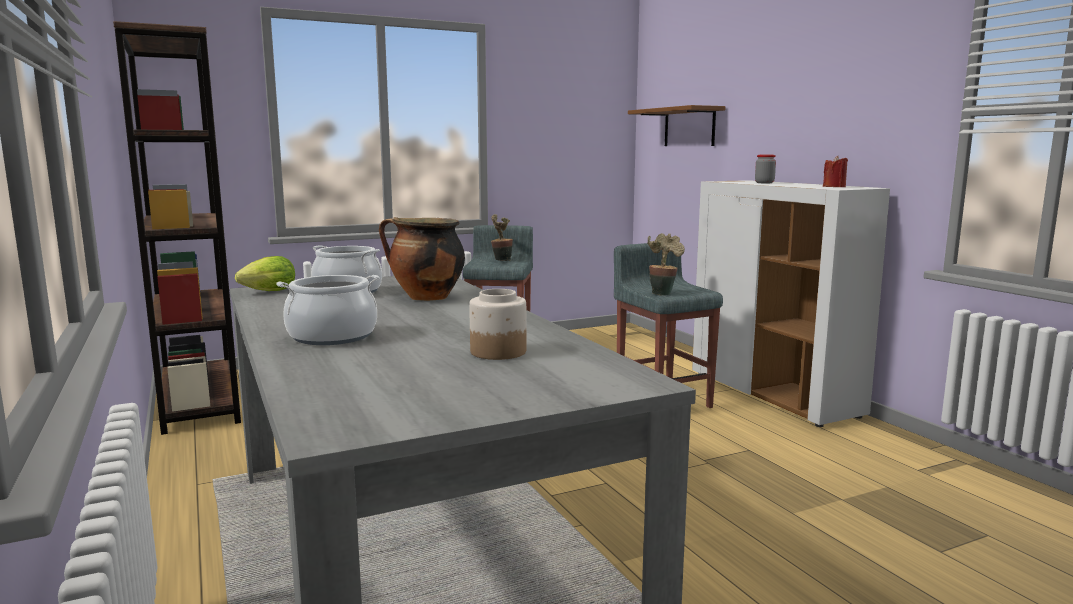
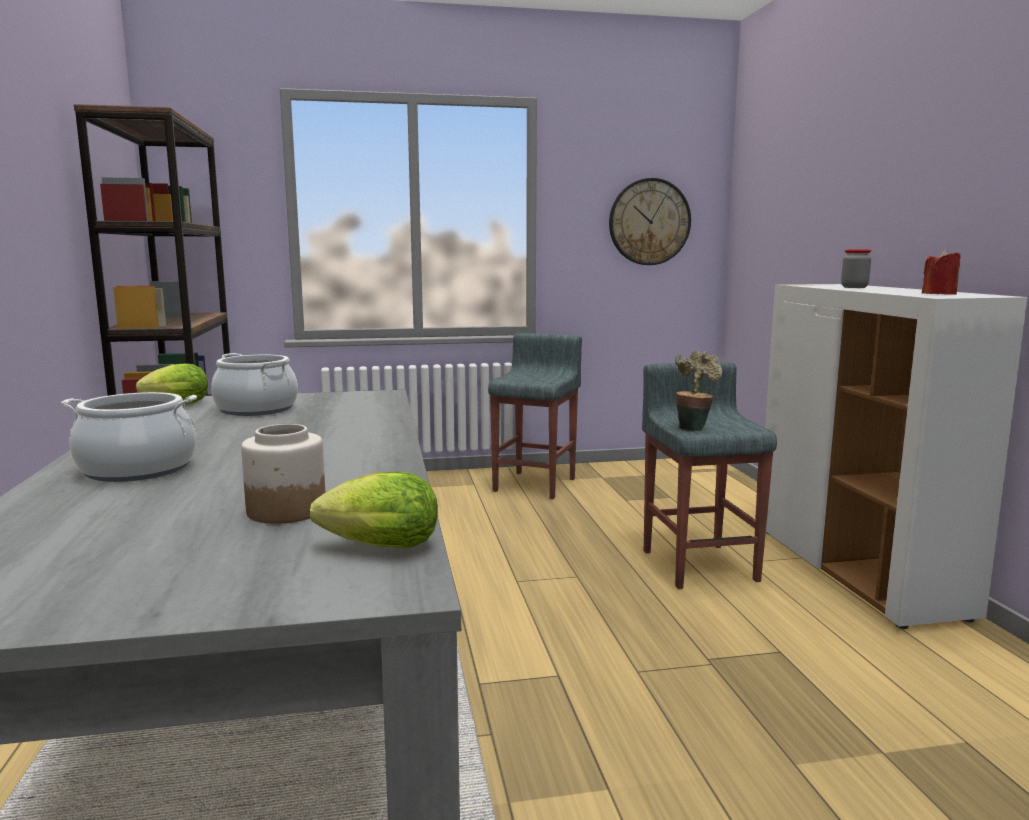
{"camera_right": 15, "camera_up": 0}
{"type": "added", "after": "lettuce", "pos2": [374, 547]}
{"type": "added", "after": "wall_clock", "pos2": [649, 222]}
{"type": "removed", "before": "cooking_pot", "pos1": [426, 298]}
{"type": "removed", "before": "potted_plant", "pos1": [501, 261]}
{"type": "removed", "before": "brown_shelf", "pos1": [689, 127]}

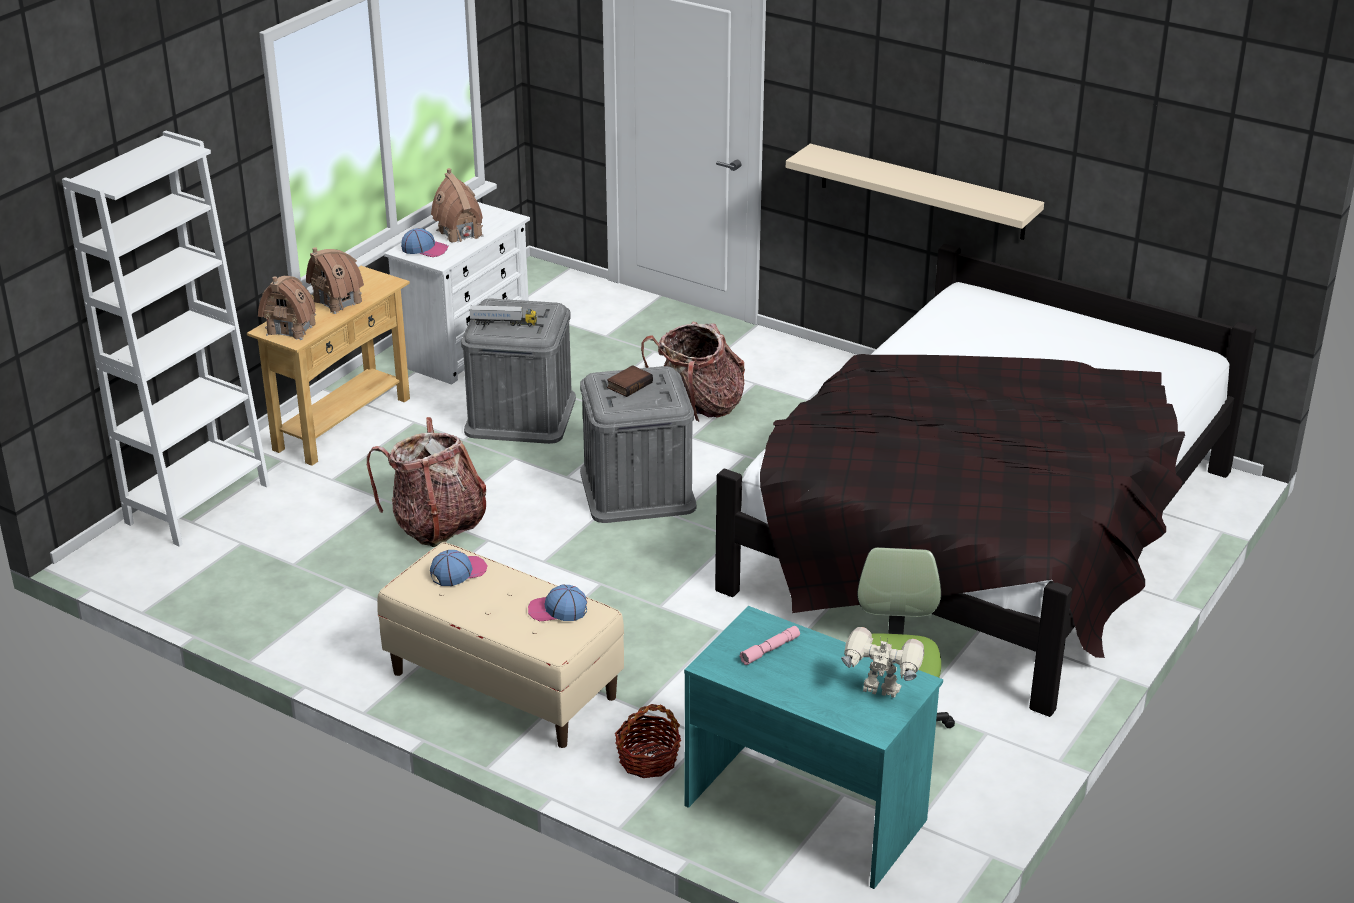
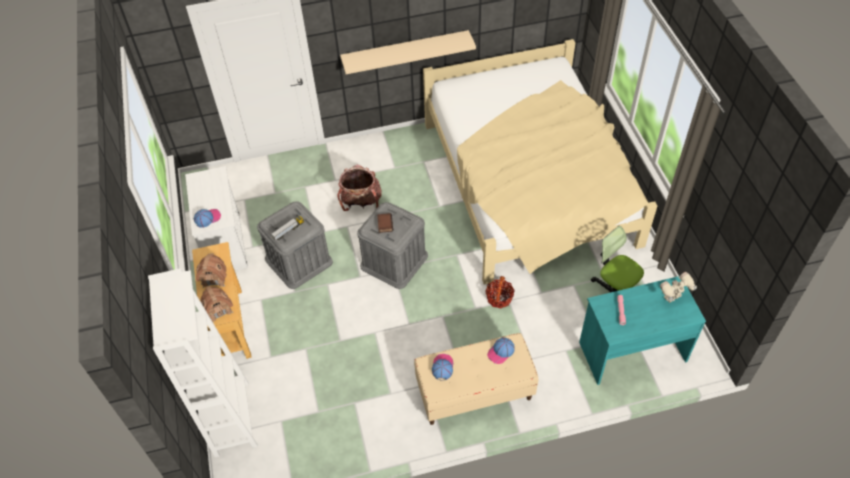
{"camera_right": -45, "camera_up": 20}
{"type": "recoloured", "before": "black_bed", "after": "beige_bed", "pos1": [984, 531], "pos2": [529, 183]}
{"type": "moved", "before": "basket", "pos1": [648, 760], "pos2": [499, 298]}
{"type": "removed", "before": "backpack", "pos1": [436, 524]}
{"type": "removed", "before": "toy_house", "pos1": [460, 233]}

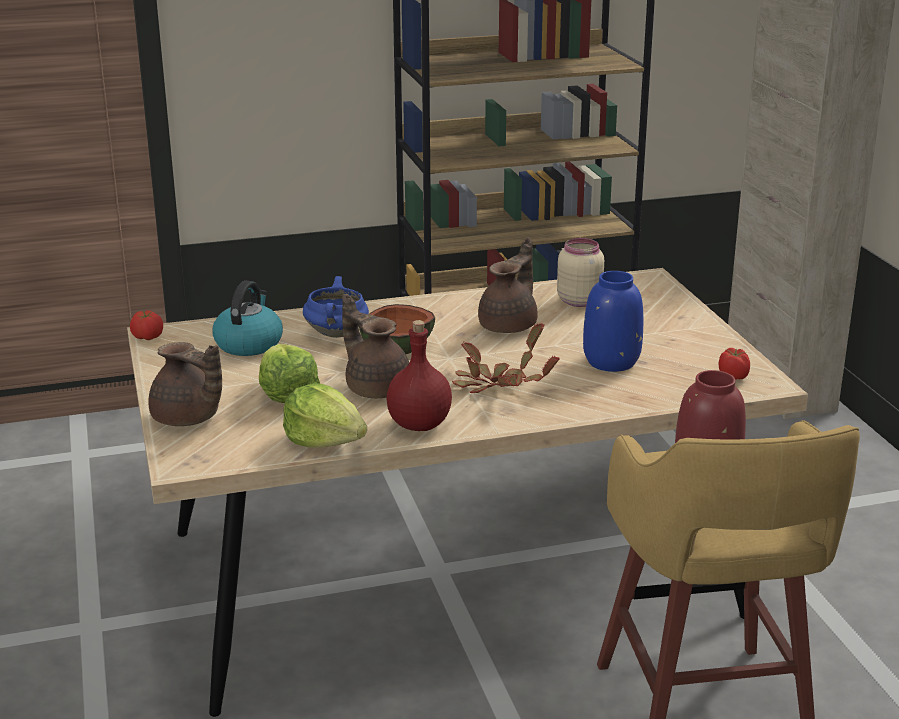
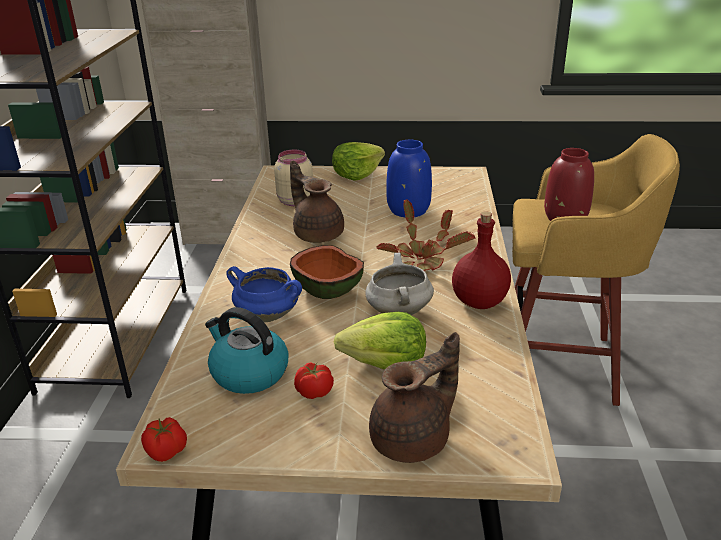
{"camera_right": -70, "camera_up": 5}
{"type": "moved", "before": "tomato", "pos1": [733, 376], "pos2": [314, 392]}
{"type": "moved", "before": "lettuce", "pos1": [324, 440], "pos2": [357, 174]}
{"type": "replaced", "before": "brown_teapot", "after": "white_cooking_pot", "pos1": [376, 387], "pos2": [398, 311]}

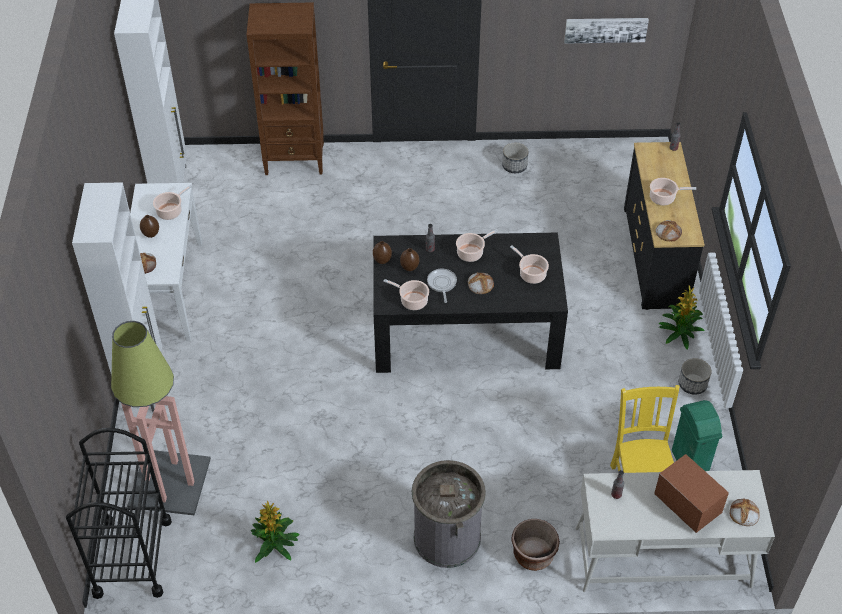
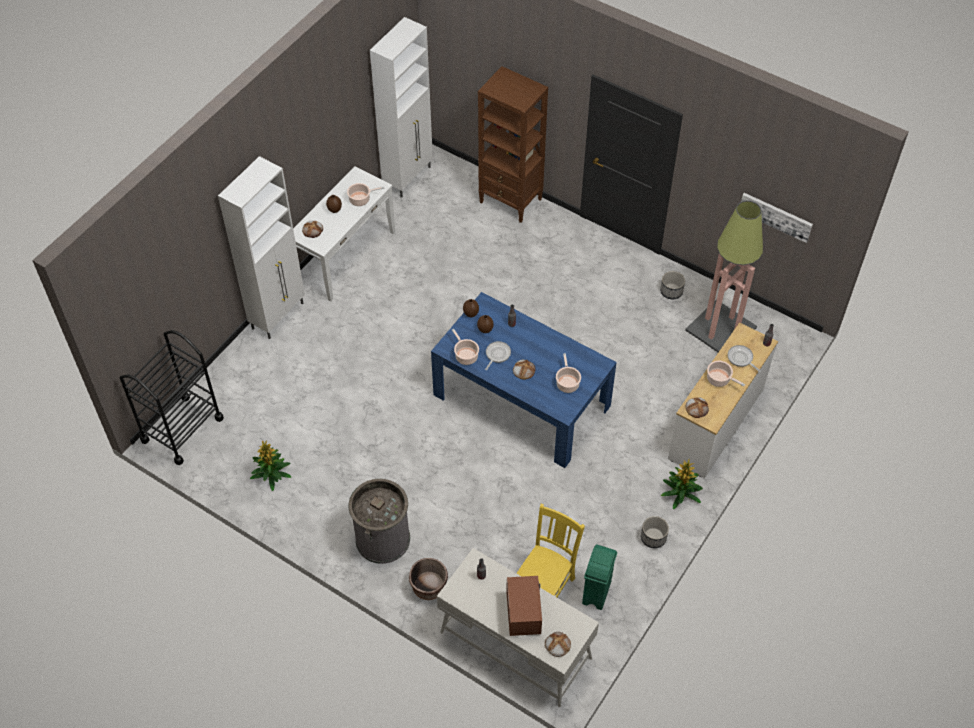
{"camera_right": 35, "camera_up": 5}
{"type": "recoloured", "before": "black_dining_table", "after": "blue_dining_table", "pos1": [465, 331], "pos2": [521, 400]}
{"type": "recoloured", "before": "black_dresser", "after": "white_dresser", "pos1": [655, 257], "pos2": [716, 424]}
{"type": "moved", "before": "floor_lamp", "pos1": [171, 482], "pos2": [722, 329]}
{"type": "added", "after": "frying_pan", "pos2": [741, 358]}
{"type": "removed", "before": "cooking_pot", "pos1": [471, 253]}

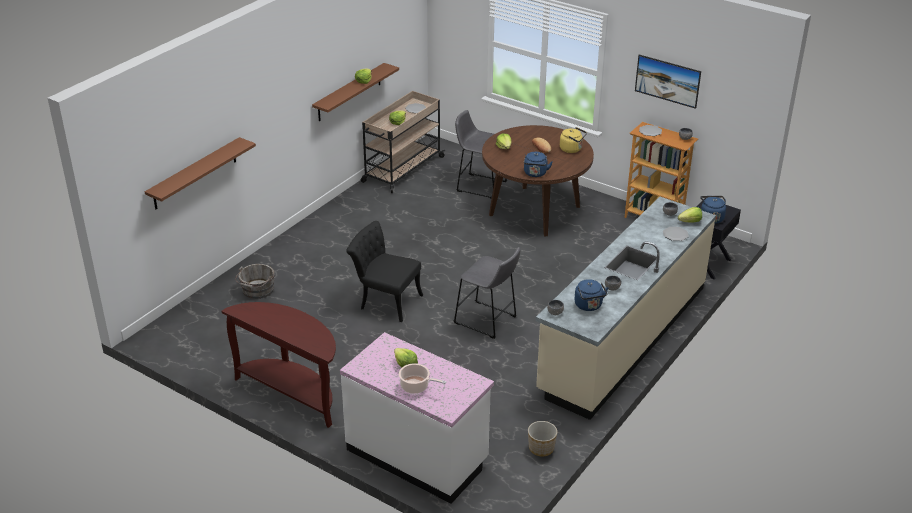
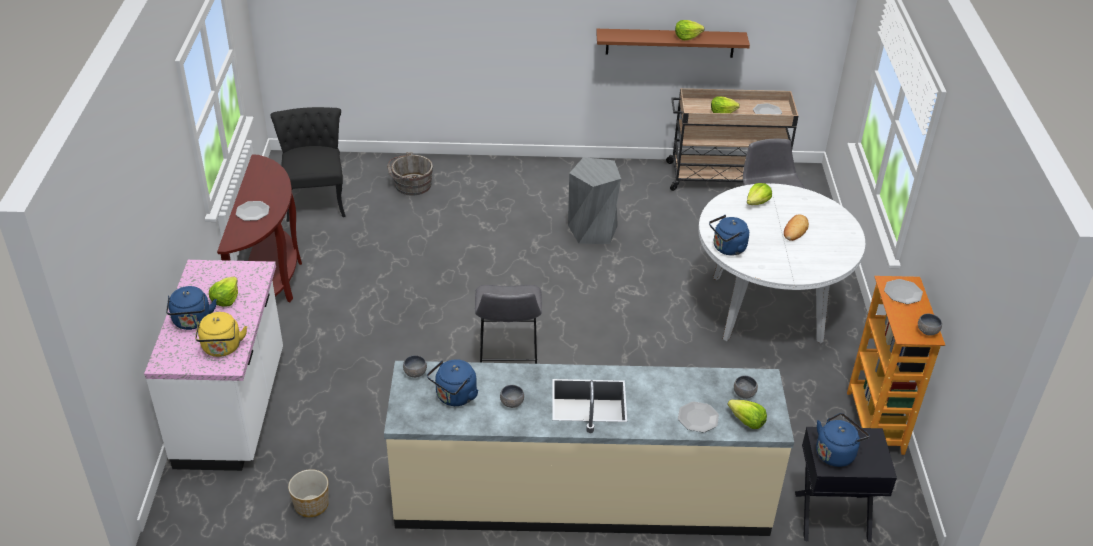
{"camera_right": 55, "camera_up": 5}
{"type": "replaced", "before": "cooking_pot", "after": "blue_kettle", "pos1": [416, 386], "pos2": [192, 322]}
{"type": "moved", "before": "yellow_kettle", "pos1": [572, 149], "pos2": [222, 348]}
{"type": "added", "after": "plate", "pos2": [253, 212]}
{"type": "moved", "before": "black_chair", "pos1": [385, 301], "pos2": [315, 198]}
{"type": "added", "after": "grey_stool", "pos2": [593, 230]}
{"type": "recoloured", "before": "brown_dining_table", "after": "white_dining_table", "pos1": [534, 211], "pos2": [766, 308]}
{"type": "removed", "before": "brown_shelf", "pos1": [195, 173]}
{"type": "removed", "before": "picture", "pos1": [666, 90]}

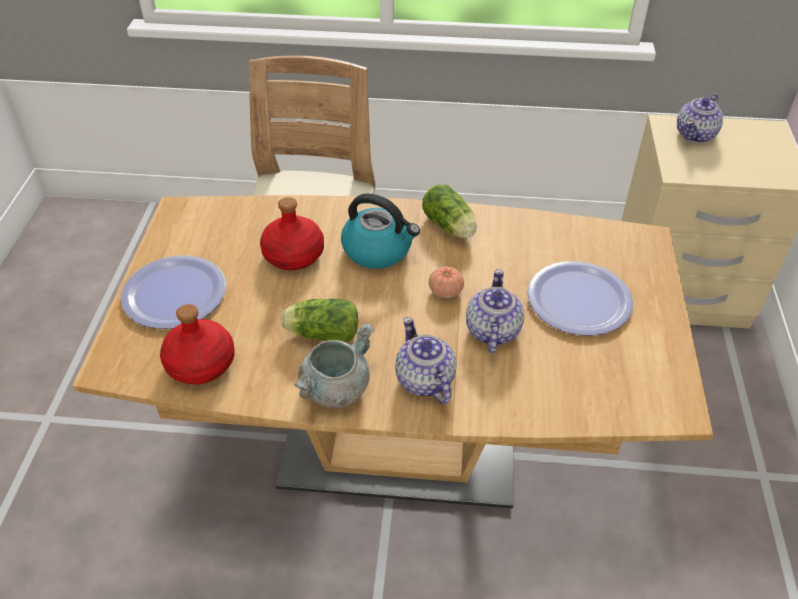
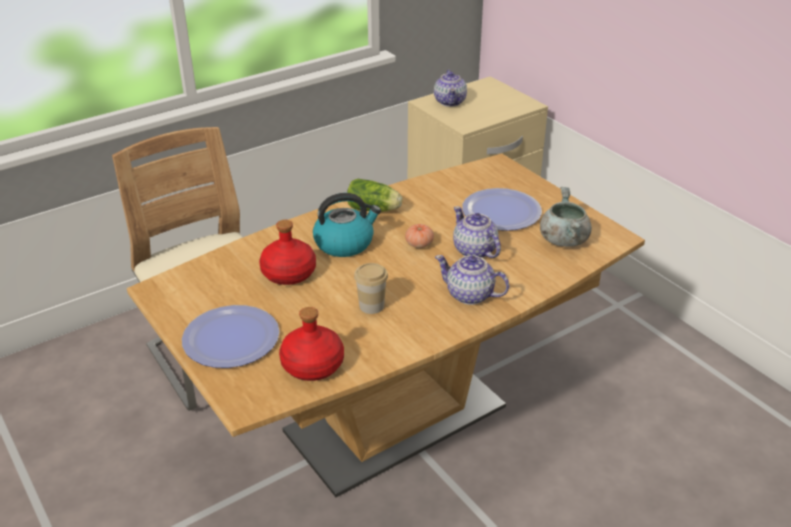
{"camera_right": -40, "camera_up": -10}
{"type": "replaced", "before": "lettuce", "after": "cup", "pos1": [320, 333], "pos2": [371, 306]}
{"type": "moved", "before": "grey_cooking_pot", "pos1": [335, 388], "pos2": [563, 240]}

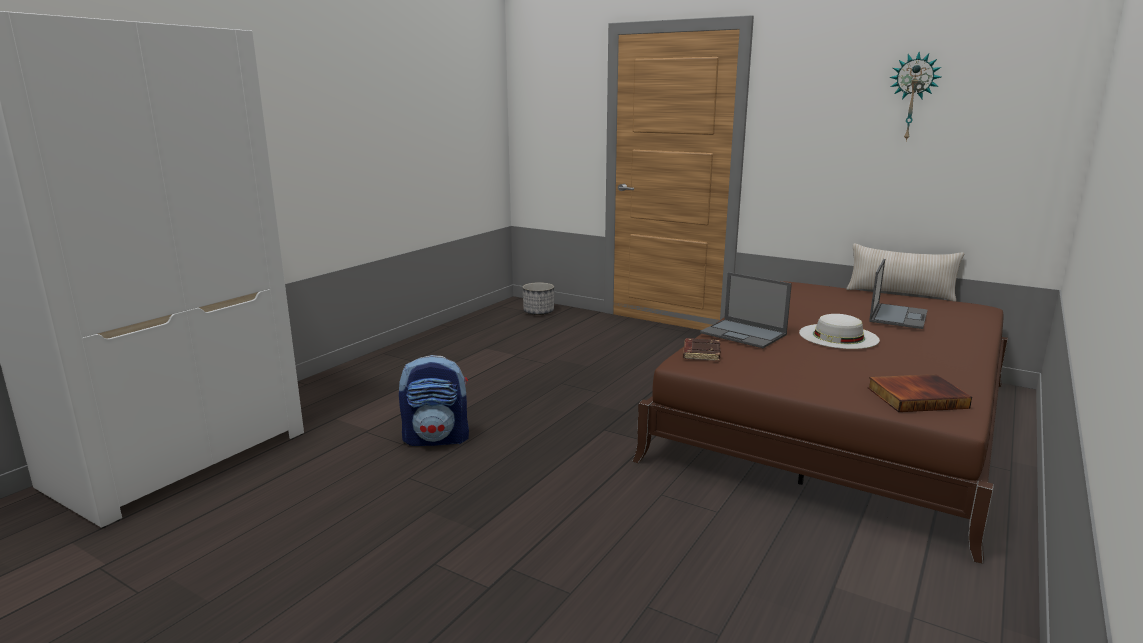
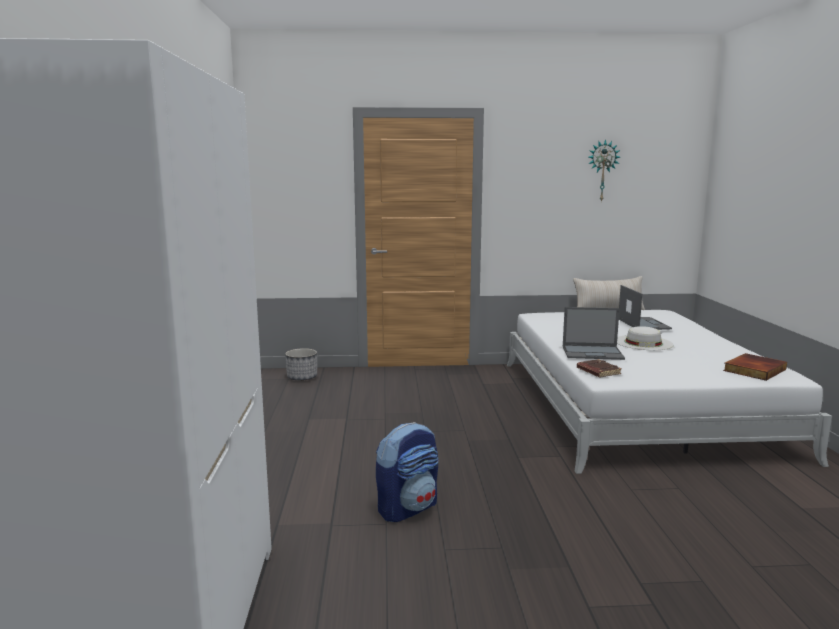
{"camera_right": -35, "camera_up": -5}
{"type": "recoloured", "before": "brown_bed", "after": "white_bed", "pos1": [838, 419], "pos2": [634, 405]}

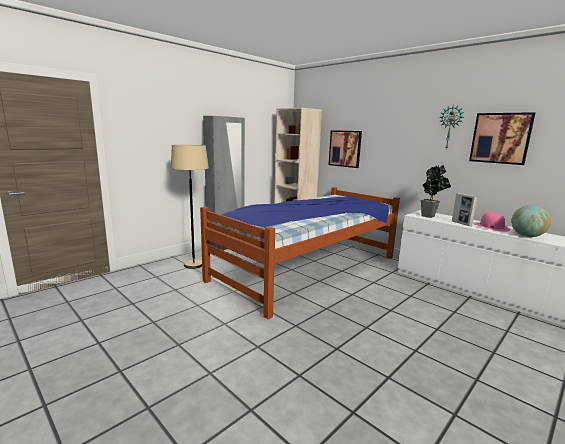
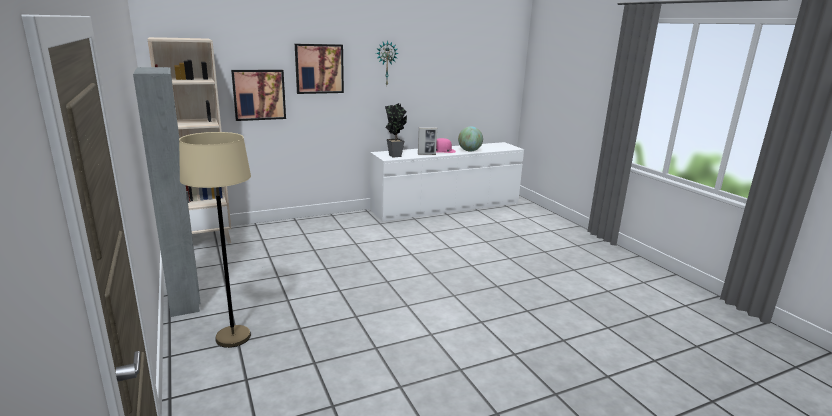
{"camera_right": -70, "camera_up": 5}
{"type": "moved", "before": "picture", "pos1": [500, 138], "pos2": [319, 68]}
{"type": "removed", "before": "bed", "pos1": [306, 268]}

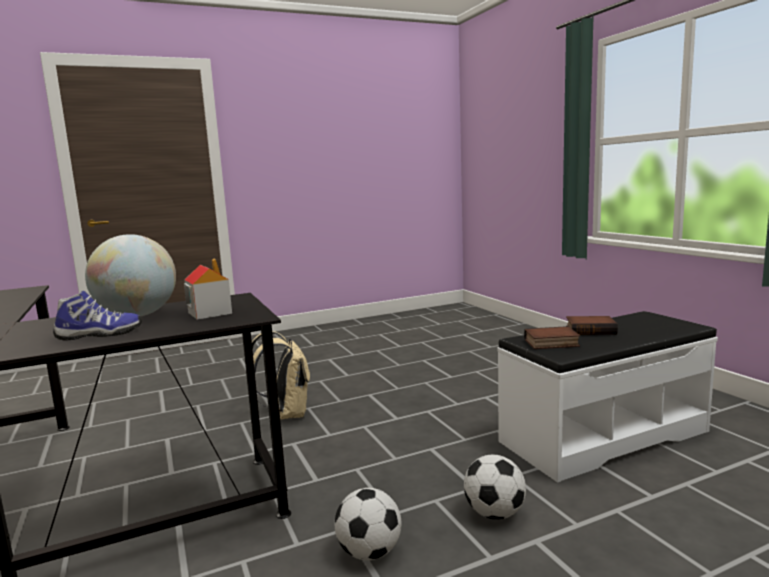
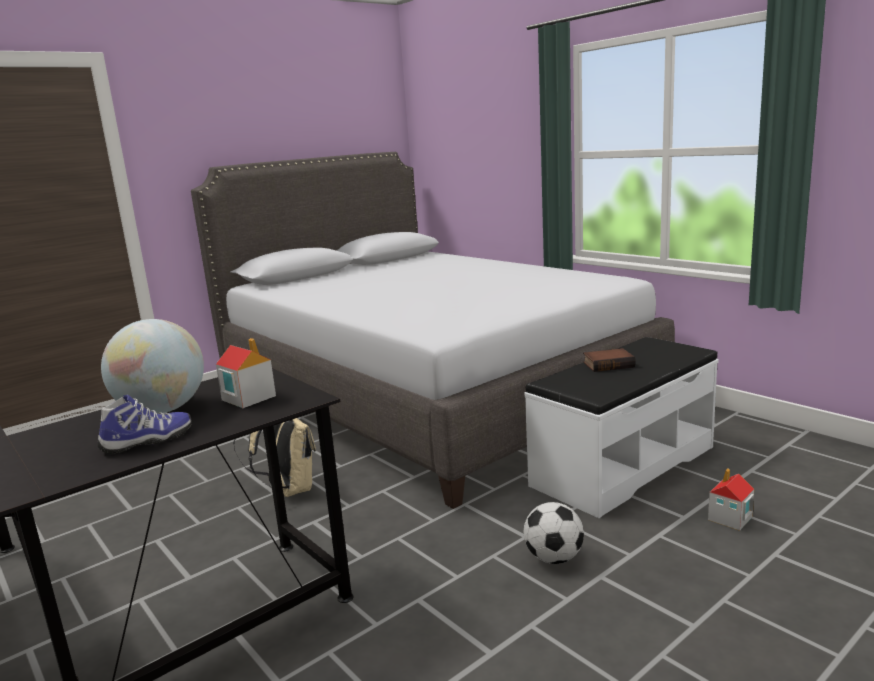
{"camera_right": -15, "camera_up": 5}
{"type": "added", "after": "grey_bed", "pos2": [427, 393]}
{"type": "added", "after": "toy_house", "pos2": [730, 518]}
{"type": "removed", "before": "football", "pos1": [369, 552]}
{"type": "removed", "before": "book", "pos1": [551, 343]}

